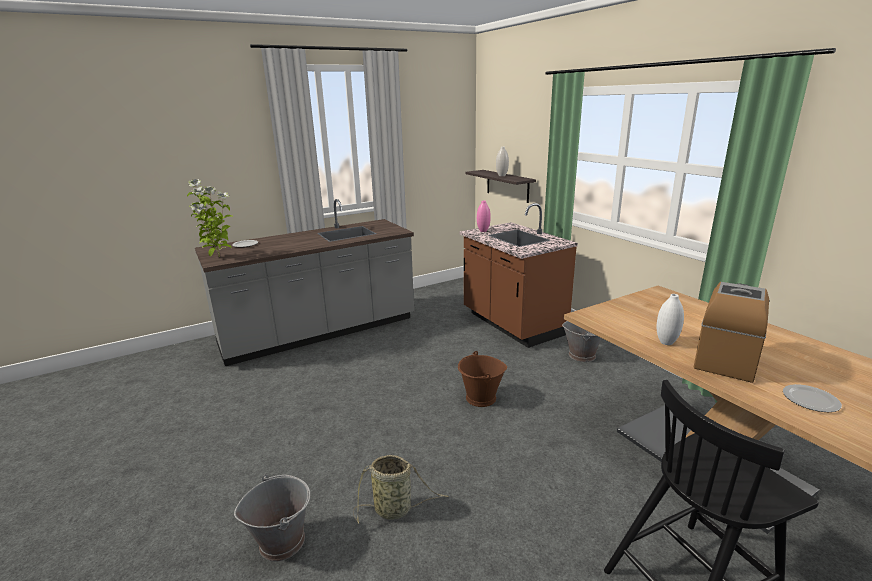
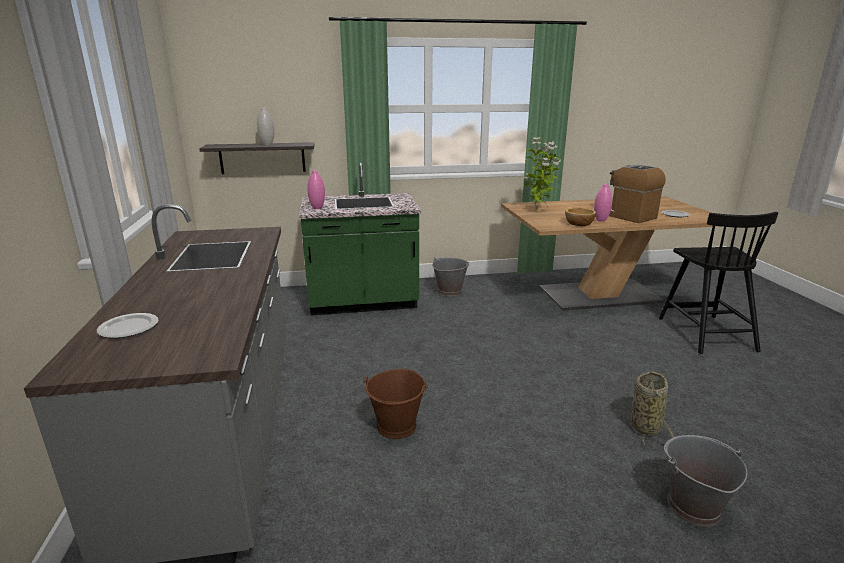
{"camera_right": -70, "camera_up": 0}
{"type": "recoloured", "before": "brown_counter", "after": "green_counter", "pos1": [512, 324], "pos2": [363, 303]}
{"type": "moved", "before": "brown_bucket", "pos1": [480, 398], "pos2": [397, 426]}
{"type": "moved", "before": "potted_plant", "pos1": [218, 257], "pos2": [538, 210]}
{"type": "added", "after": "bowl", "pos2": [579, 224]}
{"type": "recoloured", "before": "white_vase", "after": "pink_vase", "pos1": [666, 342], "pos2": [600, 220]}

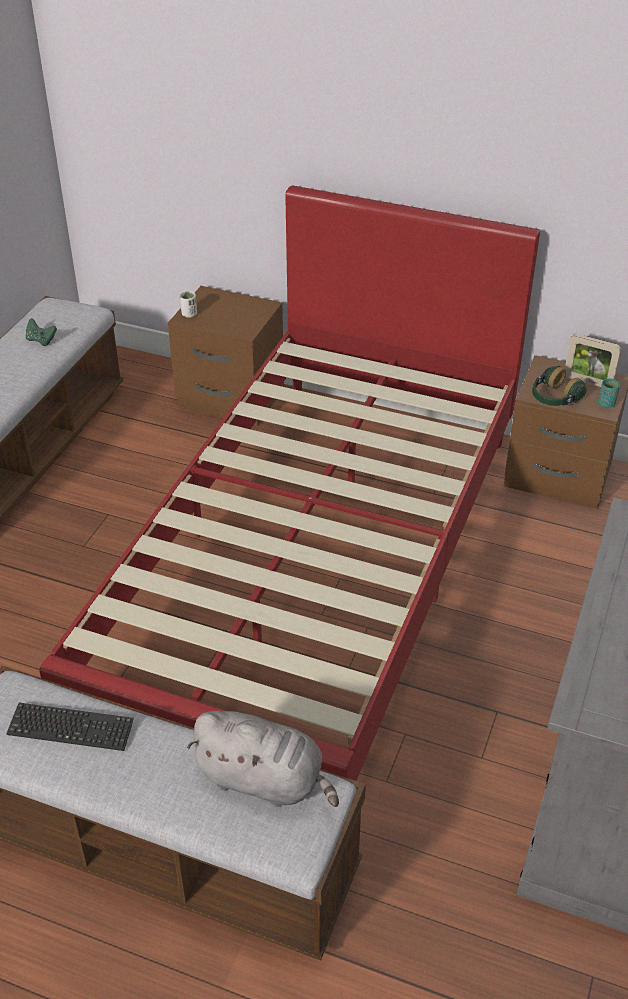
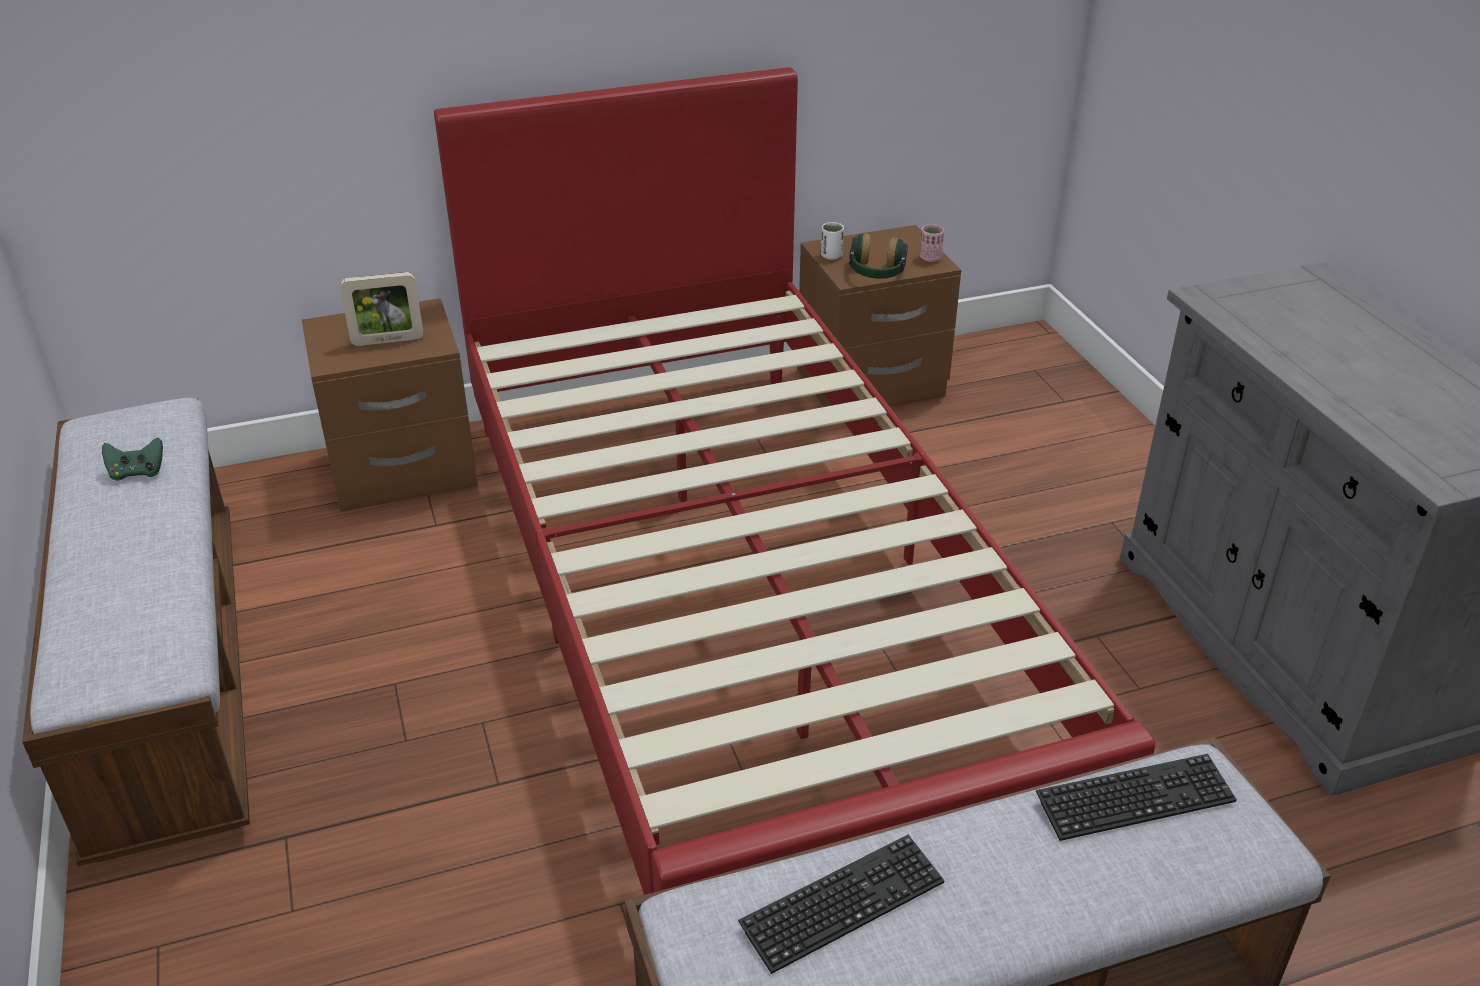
{"camera_right": -40, "camera_up": -5}
{"type": "moved", "before": "picture_frame", "pos1": [588, 381], "pos2": [387, 340]}
{"type": "moved", "before": "white_cup", "pos1": [189, 314], "pos2": [831, 256]}
{"type": "recoloured", "before": "turquoise_cup", "after": "pink_cup", "pos1": [606, 404], "pos2": [930, 258]}
{"type": "replaced", "before": "grey_plush_toy", "after": "keyboard", "pos1": [264, 780], "pos2": [1134, 800]}

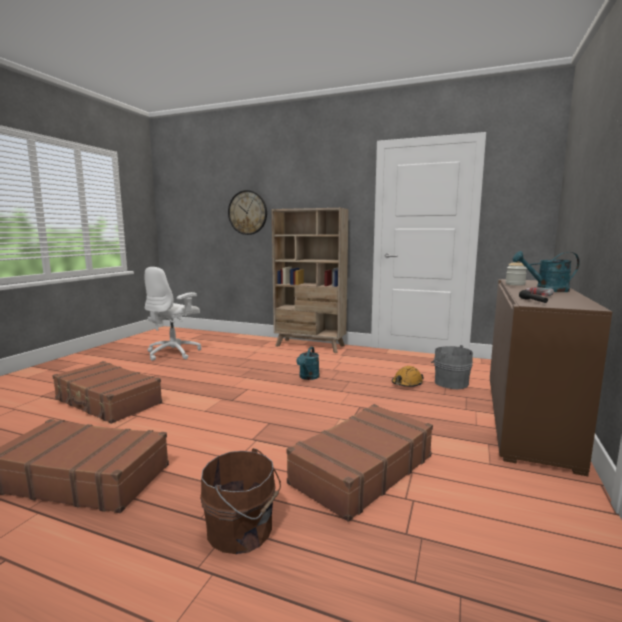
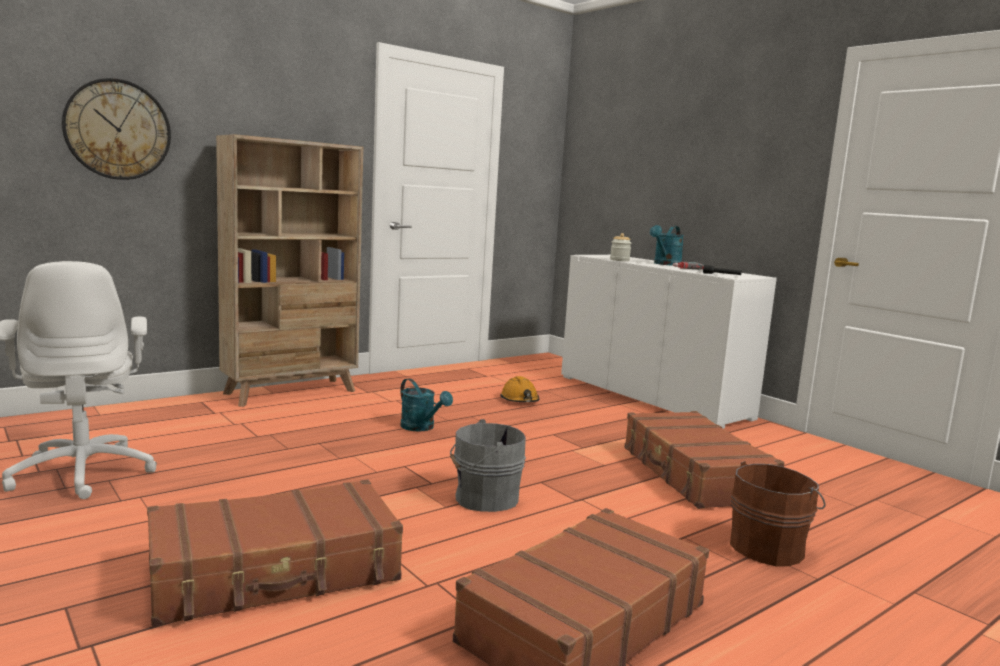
{"camera_right": -60, "camera_up": 0}
{"type": "moved", "before": "grey_bucket", "pos1": [450, 382], "pos2": [483, 498]}
{"type": "recoloured", "before": "brown_cabinet", "after": "white_cabinet", "pos1": [526, 417], "pos2": [651, 397]}

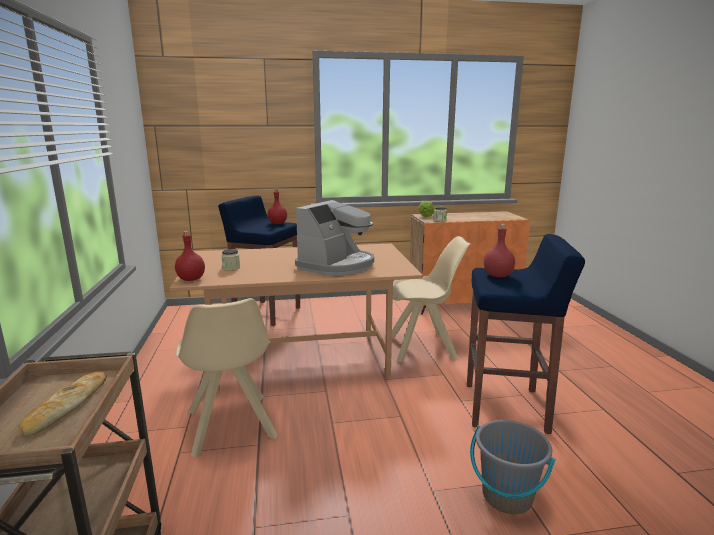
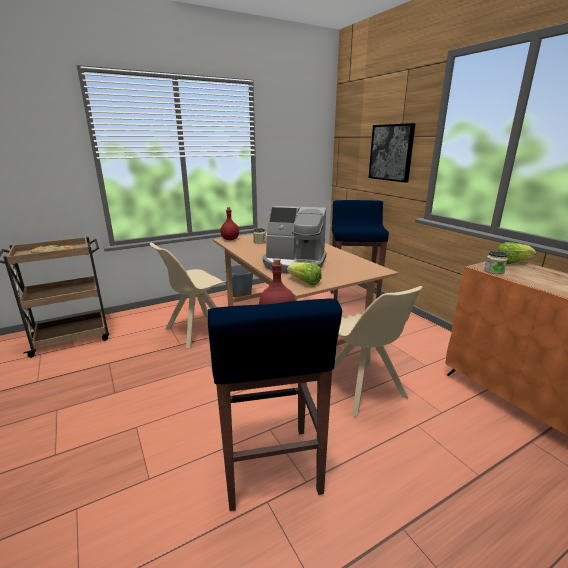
{"camera_right": 70, "camera_up": 5}
{"type": "moved", "before": "grey_bucket", "pos1": [506, 496], "pos2": [241, 294]}
{"type": "added", "after": "lettuce", "pos2": [304, 282]}
{"type": "added", "after": "picture", "pos2": [391, 152]}
{"type": "removed", "before": "red_bottle", "pos1": [277, 223]}

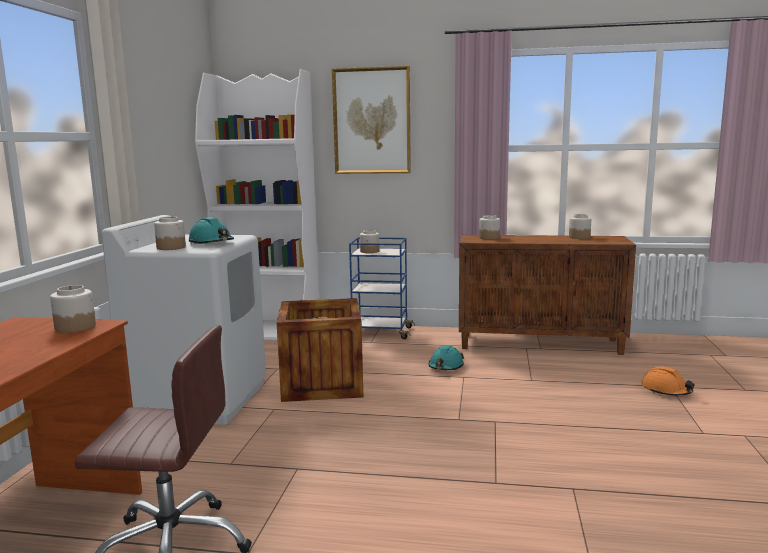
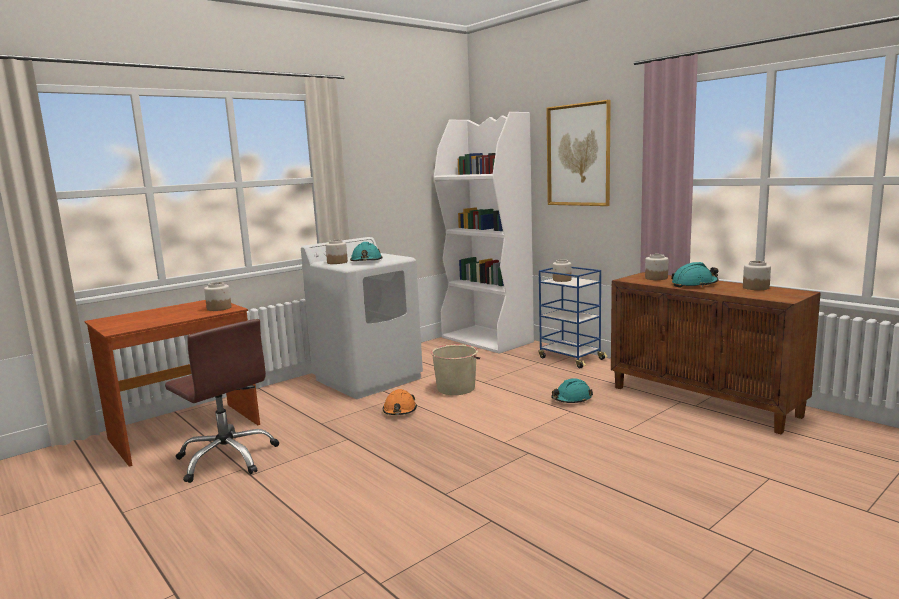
{"camera_right": 40, "camera_up": 0}
{"type": "moved", "before": "orange_hard_hat", "pos1": [666, 391], "pos2": [399, 411]}
{"type": "replaced", "before": "crate", "after": "beige_bucket", "pos1": [322, 384], "pos2": [456, 388]}
{"type": "added", "after": "turquoise_hard_hat", "pos2": [694, 284]}

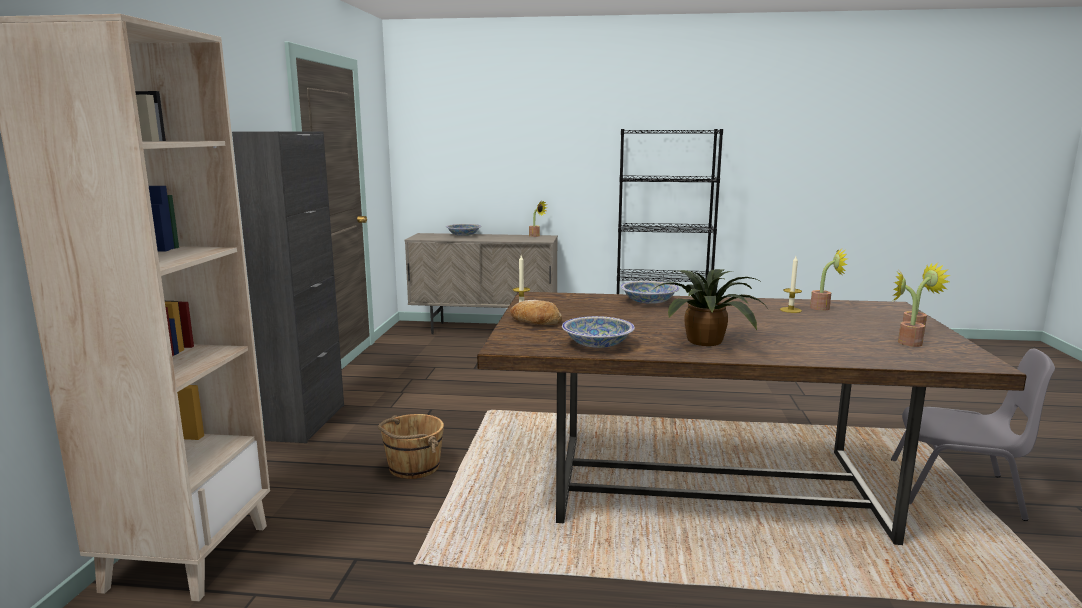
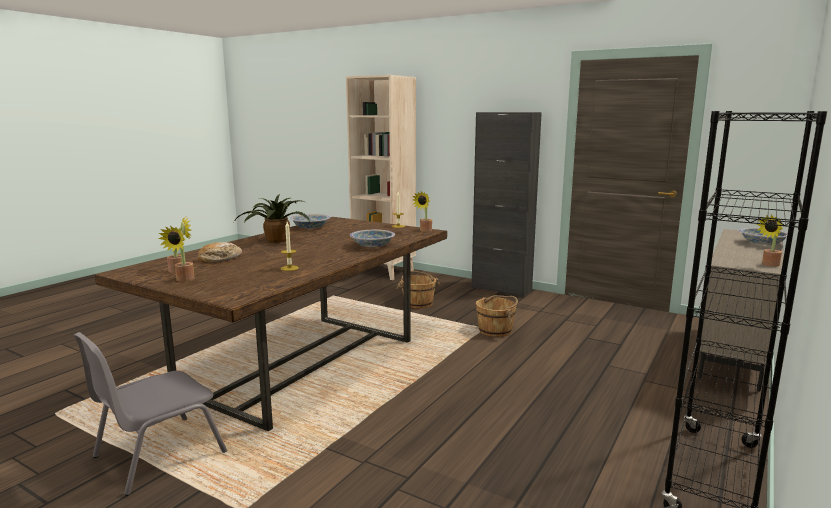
{"camera_right": 115, "camera_up": 0}
{"type": "moved", "before": "bread", "pos1": [535, 322], "pos2": [220, 259]}
{"type": "moved", "before": "potted_plant", "pos1": [824, 308], "pos2": [424, 231]}
{"type": "added", "after": "brown_bucket", "pos2": [495, 330]}

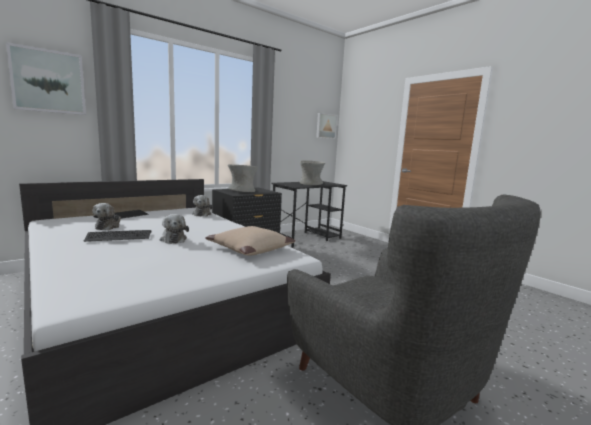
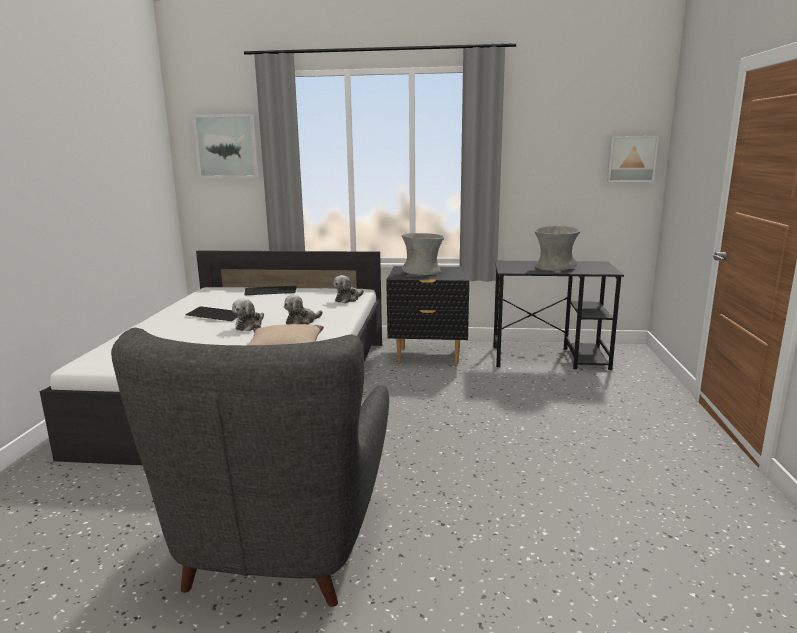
{"camera_right": 45, "camera_up": 5}
{"type": "moved", "before": "plush_toy", "pos1": [108, 226], "pos2": [302, 322]}

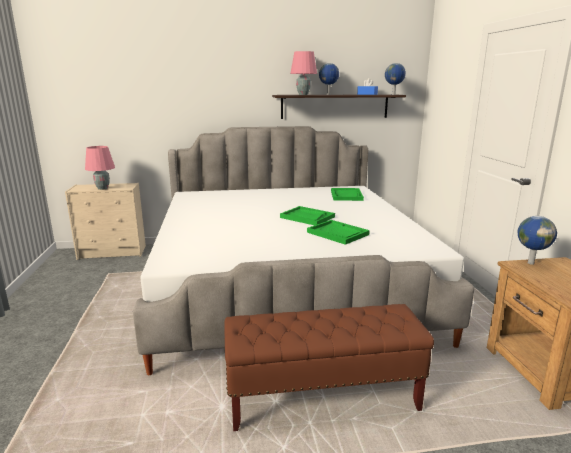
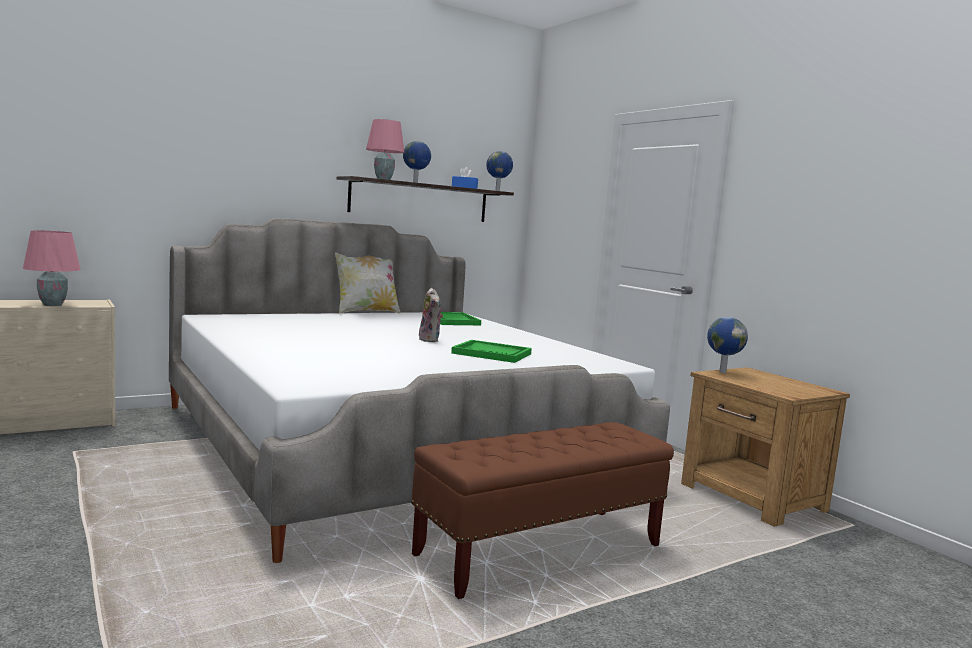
{"camera_right": -25, "camera_up": -10}
{"type": "added", "after": "pillow", "pos2": [366, 312]}
{"type": "replaced", "before": "green_tray", "after": "plush_toy", "pos1": [307, 217], "pos2": [430, 340]}

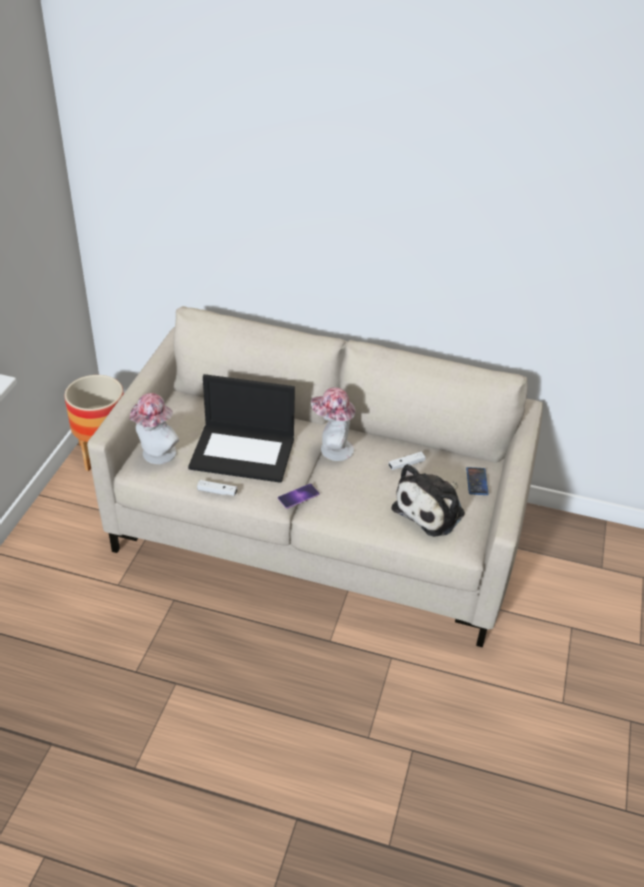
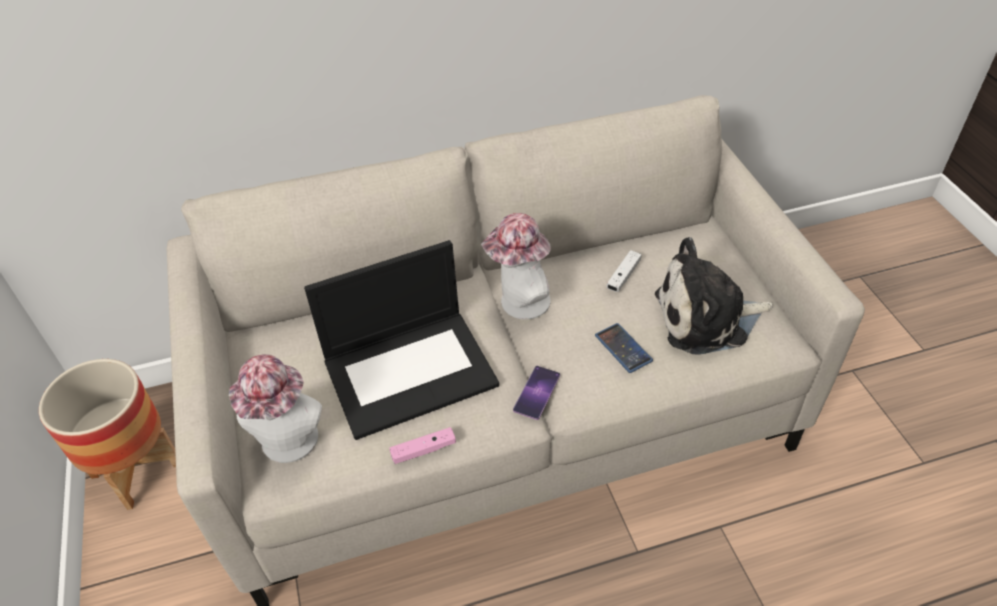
{"camera_right": -30, "camera_up": 5}
{"type": "recoloured", "before": "white_game_controller", "after": "pink_game_controller", "pos1": [217, 491], "pos2": [423, 450]}
{"type": "moved", "before": "phone", "pos1": [477, 481], "pos2": [623, 348]}
{"type": "turned", "before": "plush_toy", "pos1": [431, 510], "pos2": [707, 318], "turn": 75}

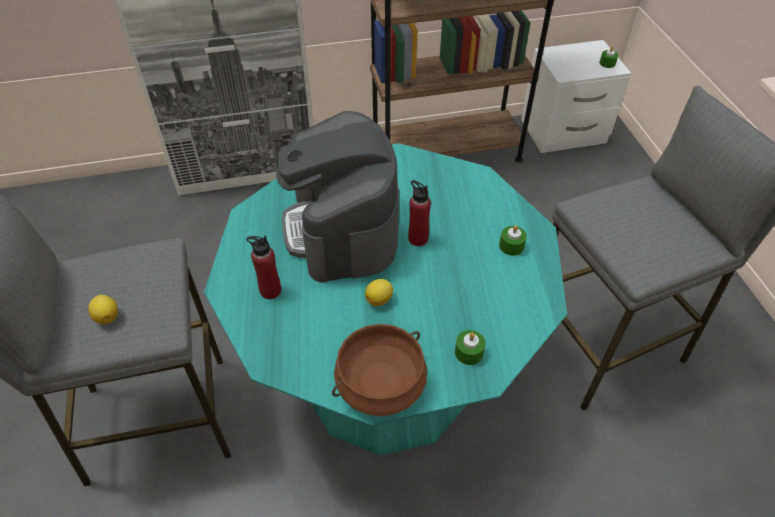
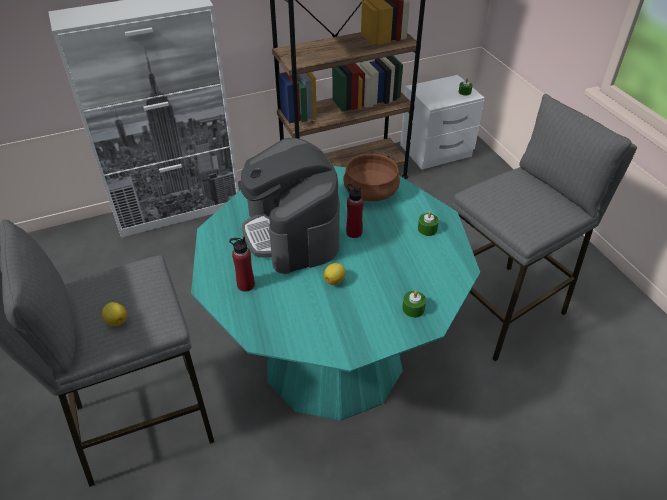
{"camera_right": -10, "camera_up": -5}
{"type": "moved", "before": "brown_cooking_pot", "pos1": [380, 383], "pos2": [370, 191]}

